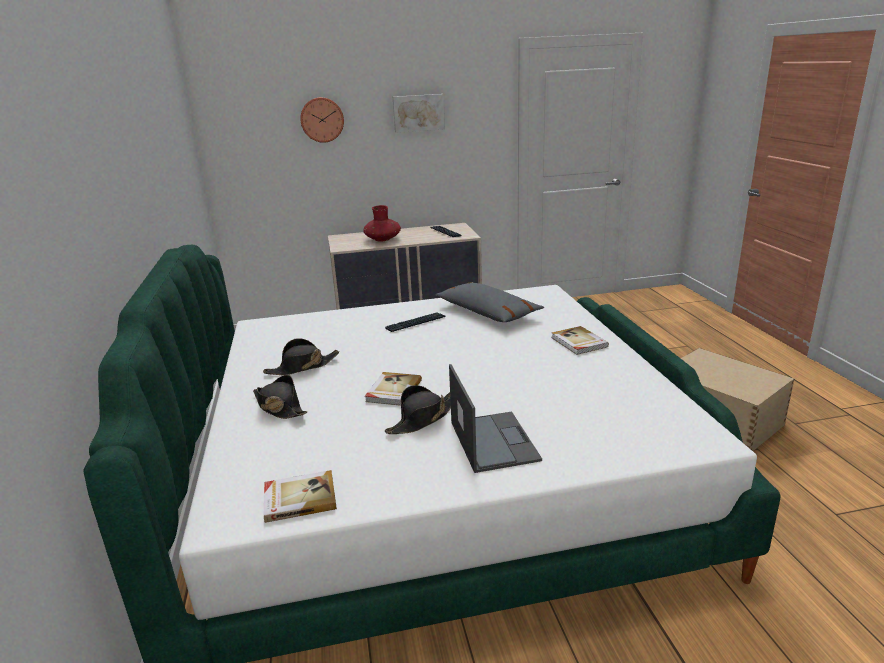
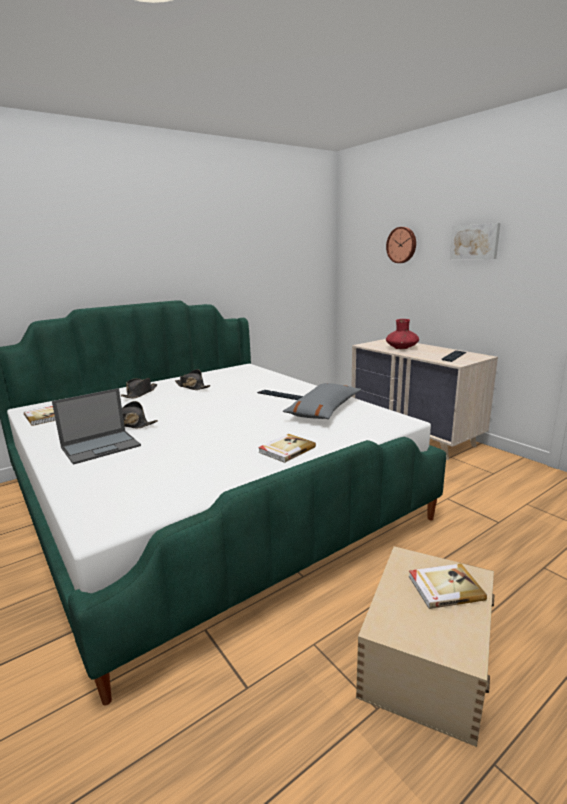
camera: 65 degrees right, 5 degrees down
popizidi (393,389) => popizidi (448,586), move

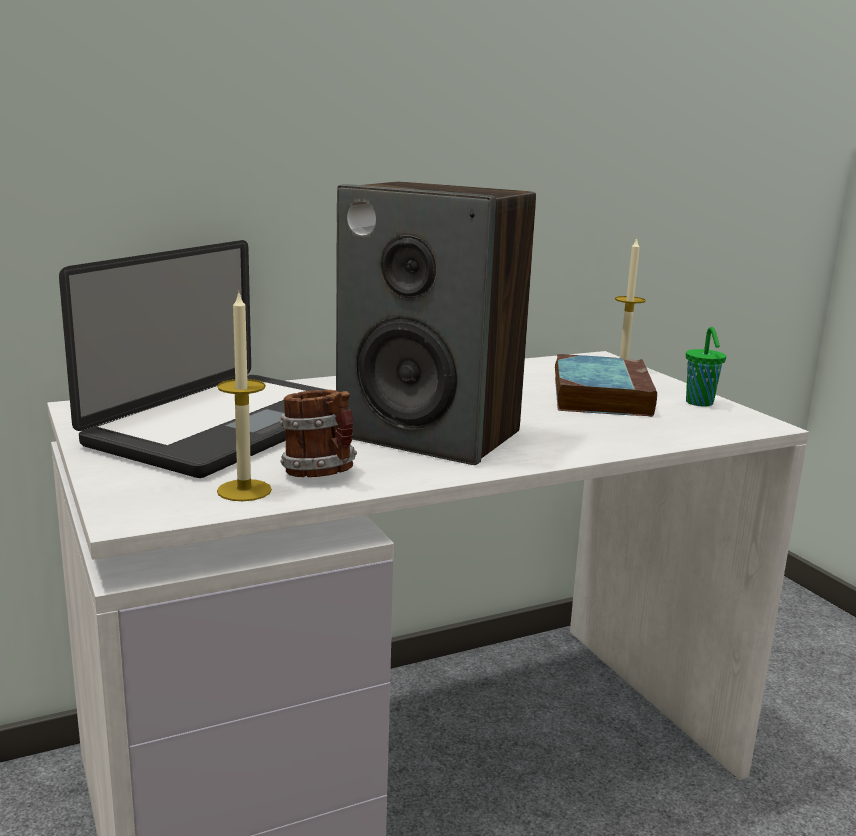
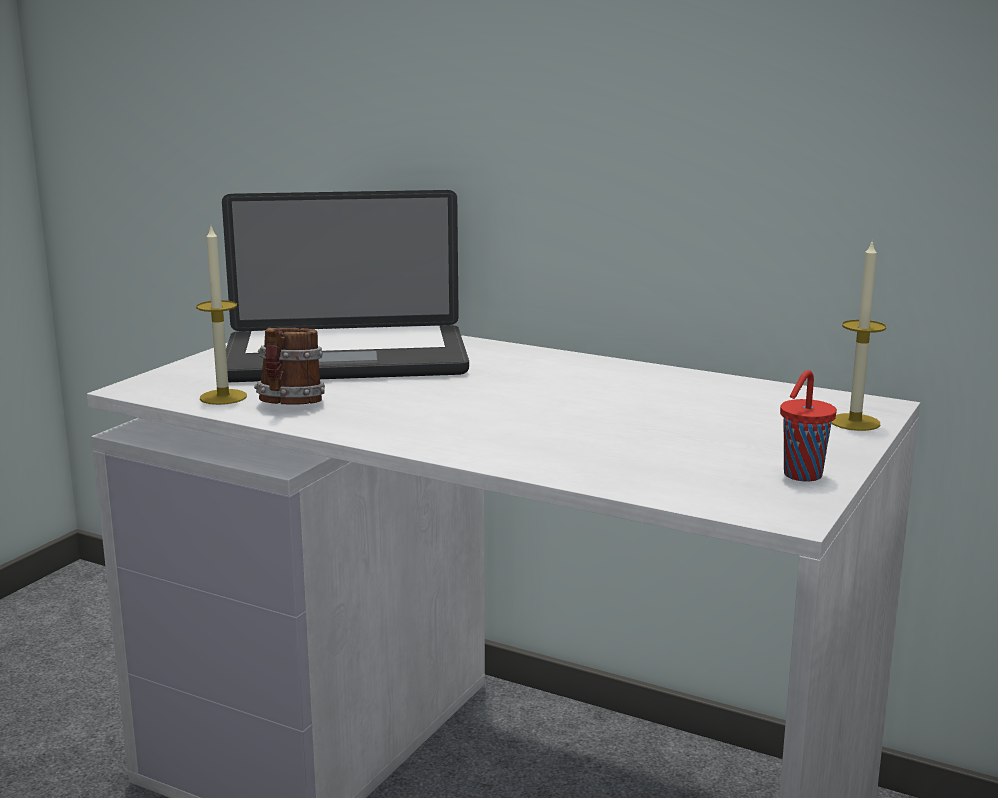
camera: 55 degrees right, 0 degrees up
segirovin (436,323) => nothing
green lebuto (706,367) => red lebuto (808,425)
popizidi (606,385) => nothing

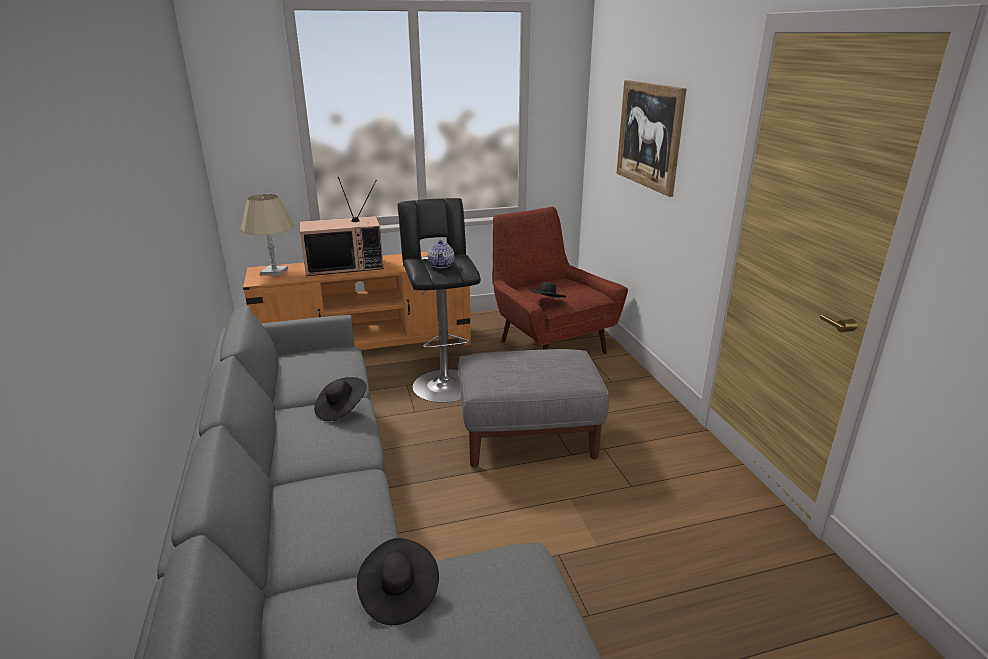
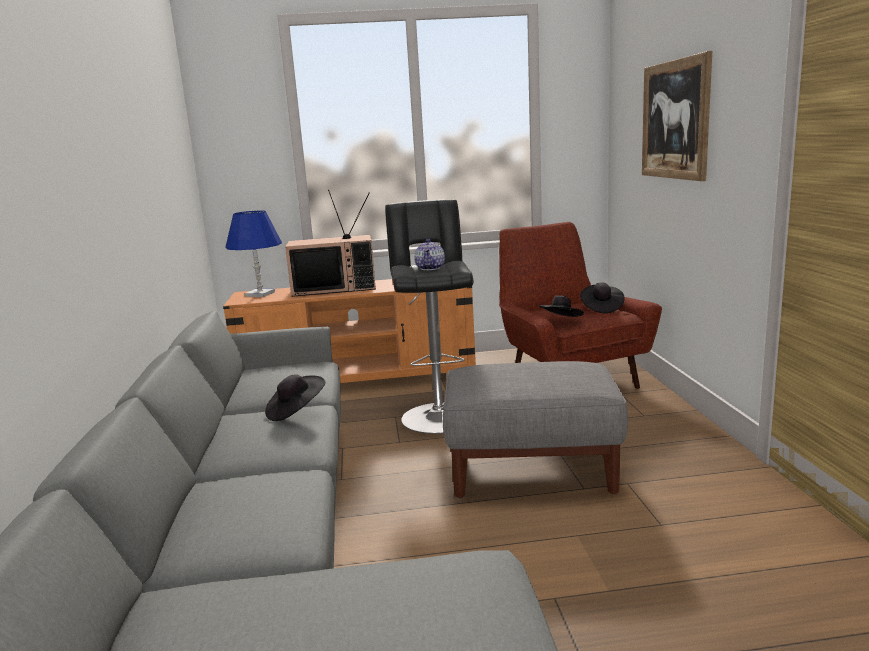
camera: 10 degrees right, 10 degrees down
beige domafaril (267,235) => blue domafaril (254,253)
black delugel (398,581) => black delugel (602,297), move

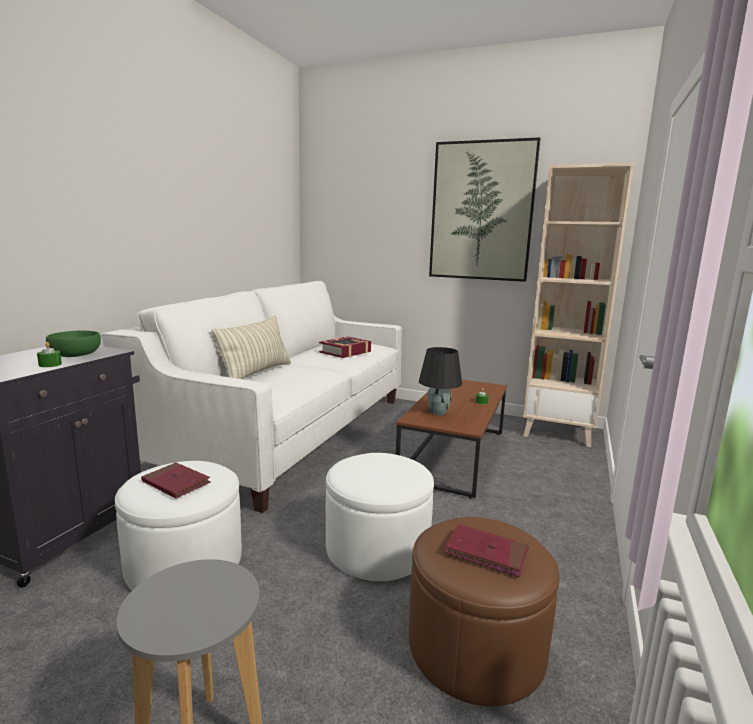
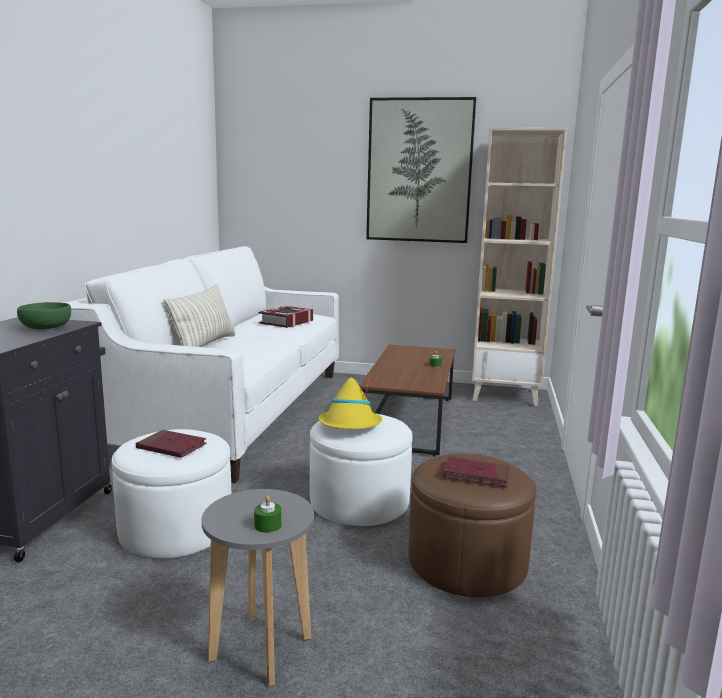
camera: 10 degrees left, 0 degrees up
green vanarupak (49,354) => green vanarupak (268,514), move
black domafaril (440,381) => nothing
nothing => yellow delugel (350,401)

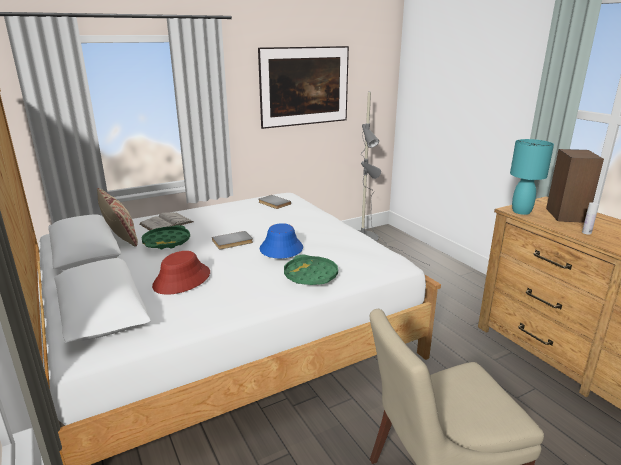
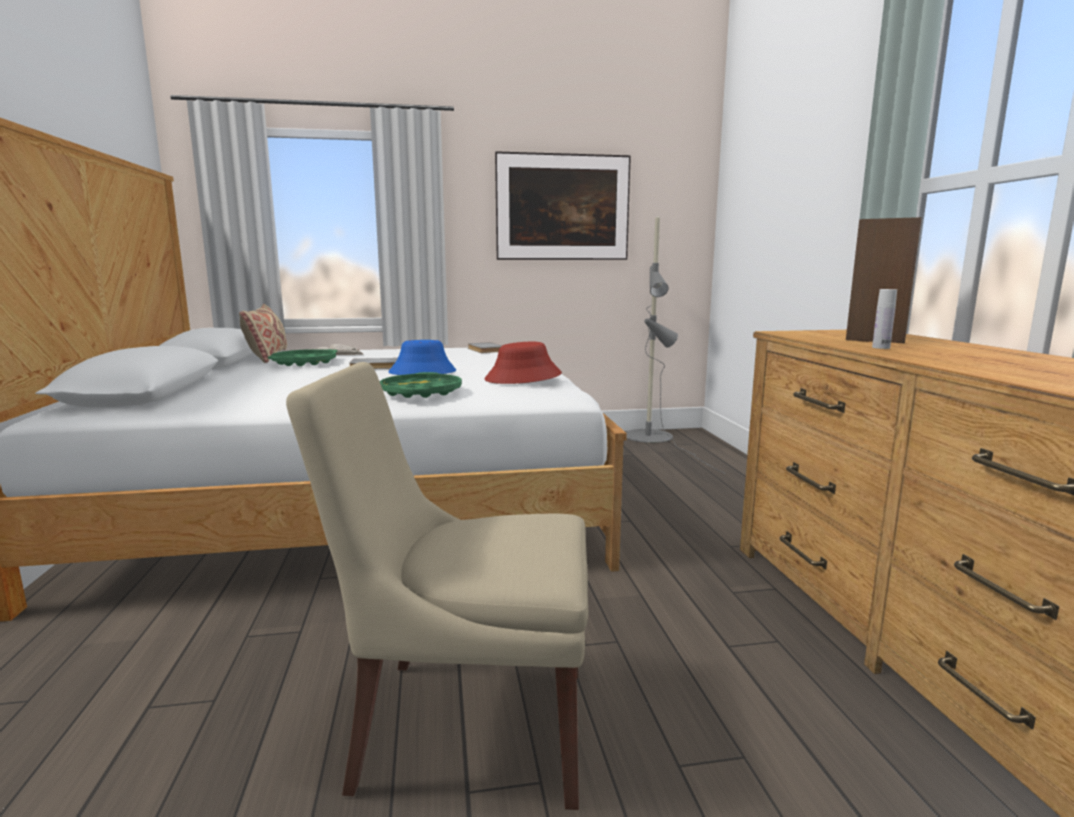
camera: 20 degrees right, 10 degrees down
turquoise domafaril (532,177) => nothing
red delugel (181,273) => red delugel (523,363), move

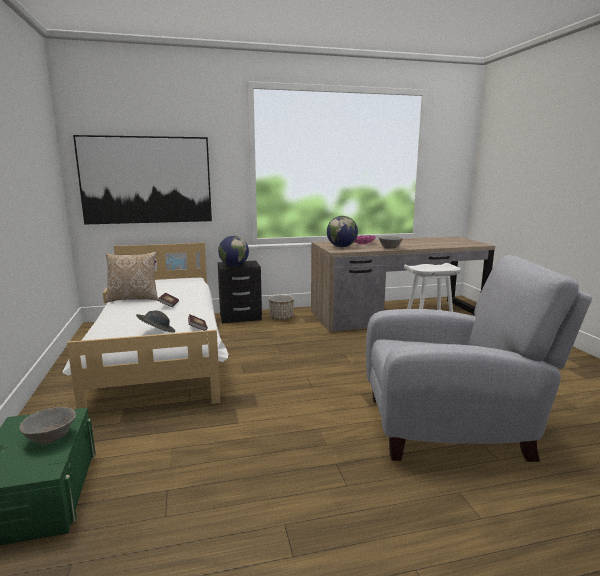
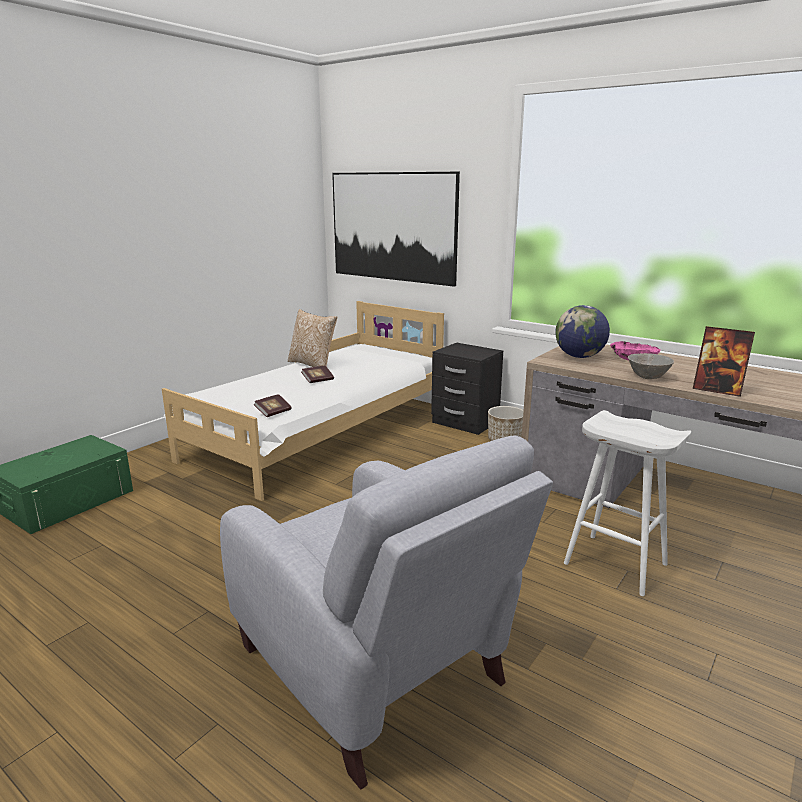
camera: 50 degrees right, 5 degrees up
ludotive (233,251) => nothing
grey delugel (155,321) => nothing
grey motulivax (47,426) => nothing
nothing => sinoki (724,361)

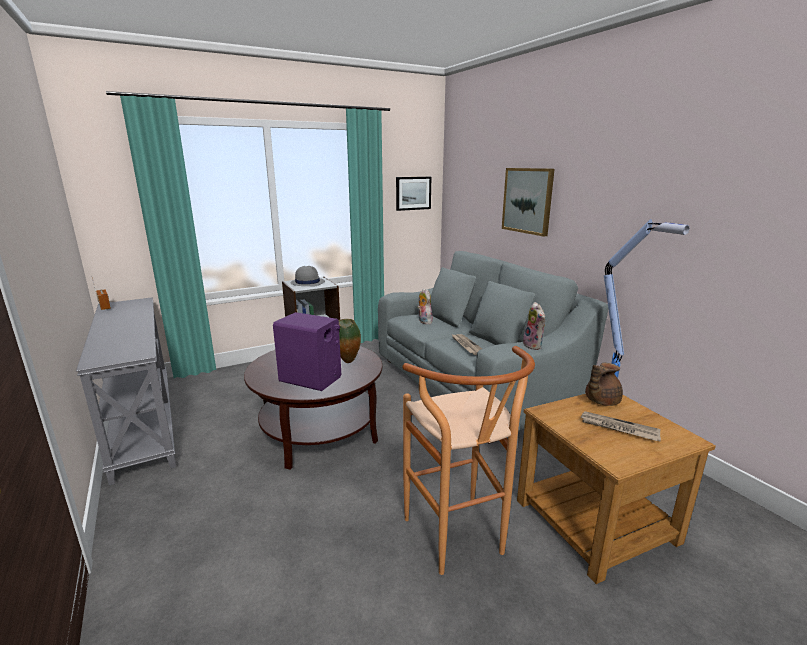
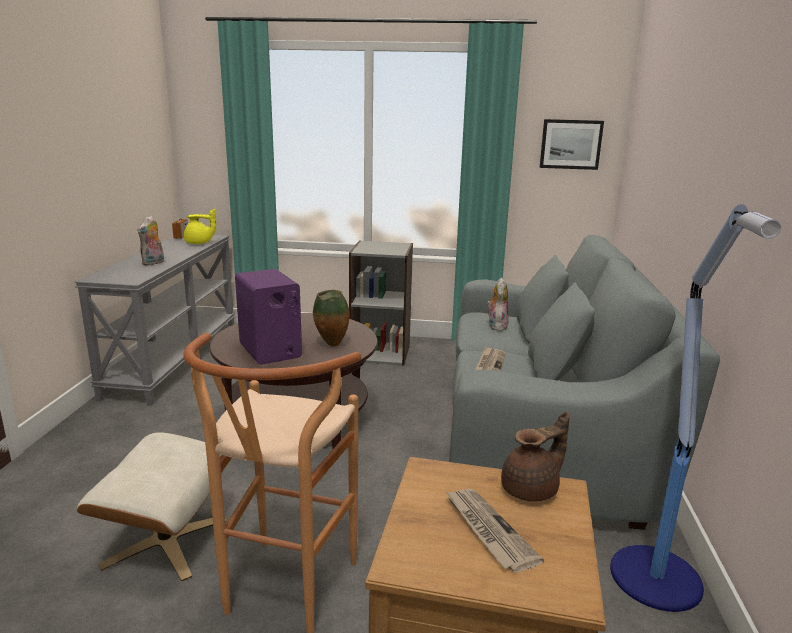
camera: 35 degrees right, 0 degrees up
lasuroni (528,202) => nothing
grey delugel (307,276) => nothing
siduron (534,326) => siduron (150,241), move
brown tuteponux (604,384) => brown tuteponux (535,456), 150 degrees clockwise
nothing => yellow tuteponux (200,226)
nothing => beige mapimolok (151,507)

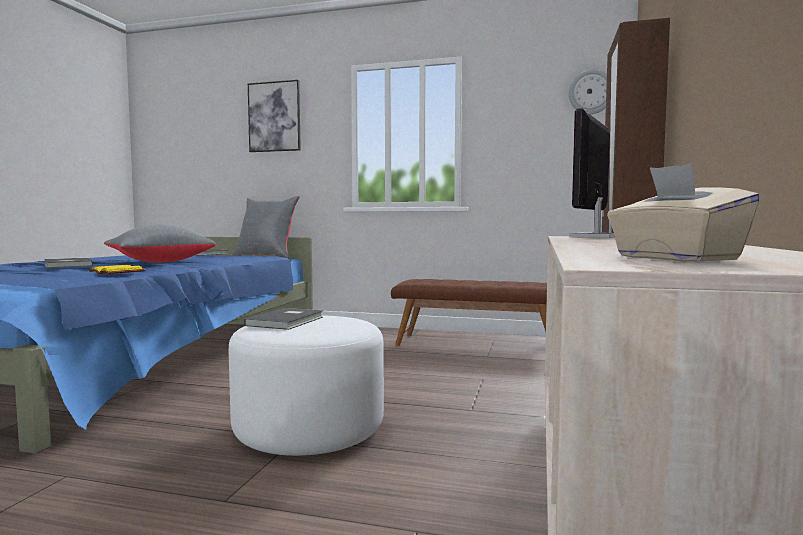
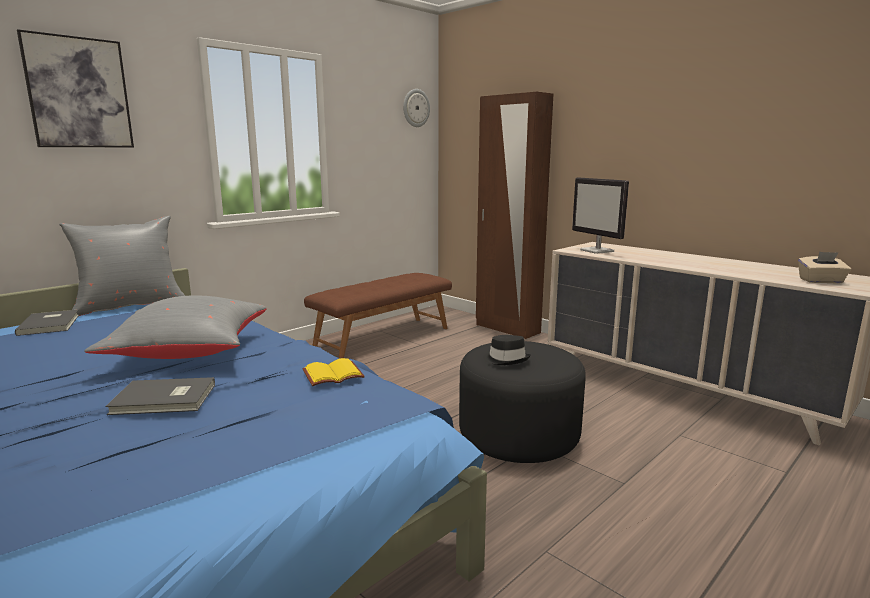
camera: 60 degrees left, 10 degrees up
grey popizidi (283,319) => black delugel (507,350)
white mapimolok (306,385) => black mapimolok (522,402)

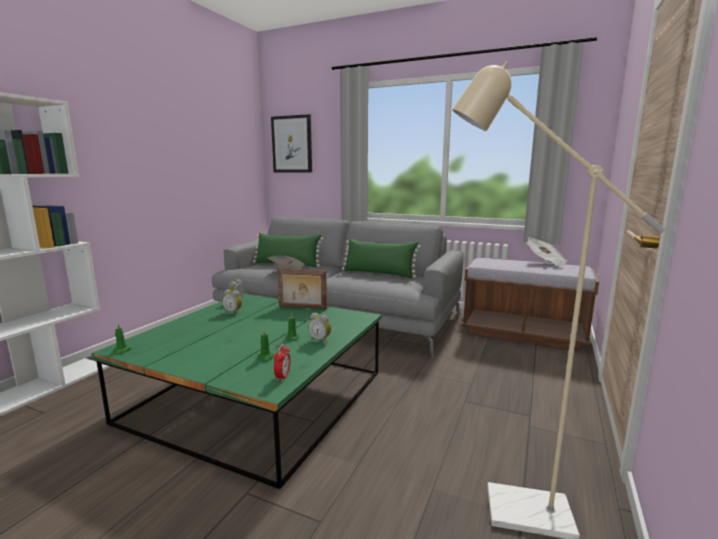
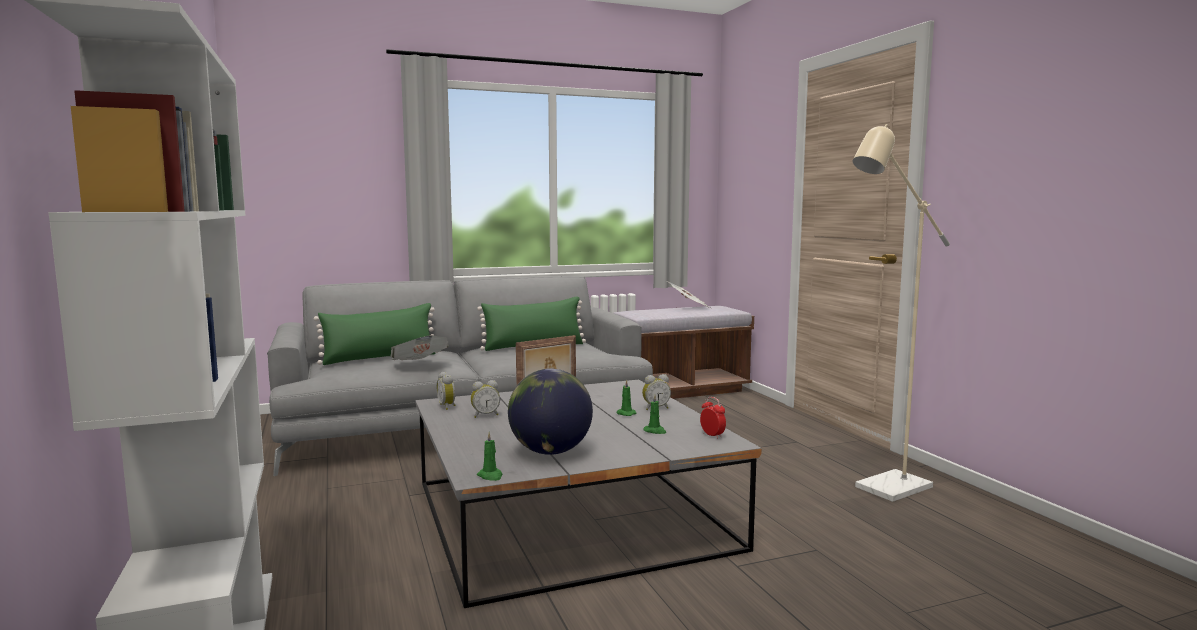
camera: 45 degrees left, 5 degrees down
lasuroni (291,143) => nothing
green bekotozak (237,391) => grey bekotozak (588,494)
nothing => ludotive (550,412)

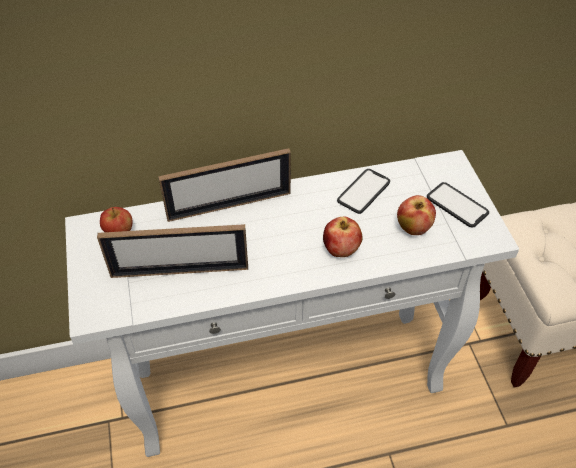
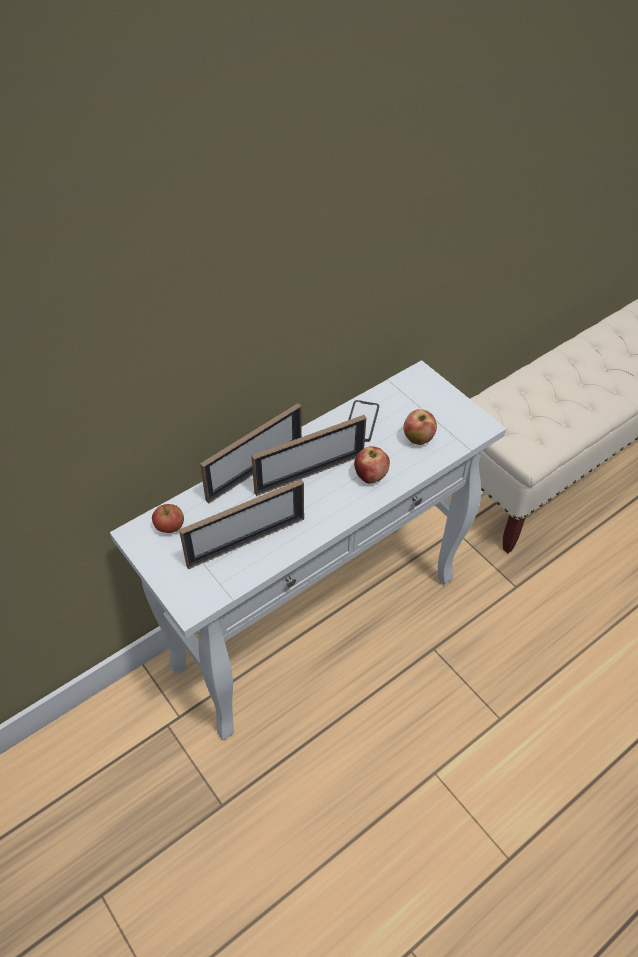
camera: 25 degrees left, 0 degrees up
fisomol (458,204) => nothing
nothing => sinoki (308,455)

